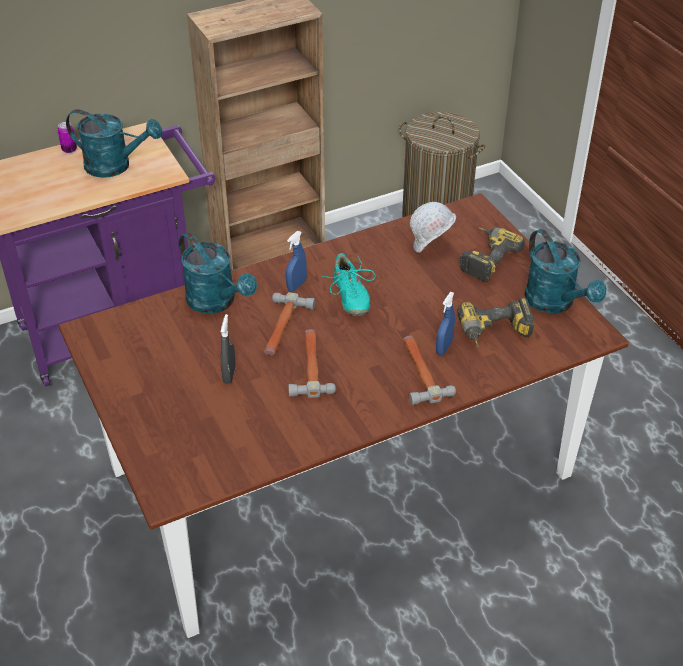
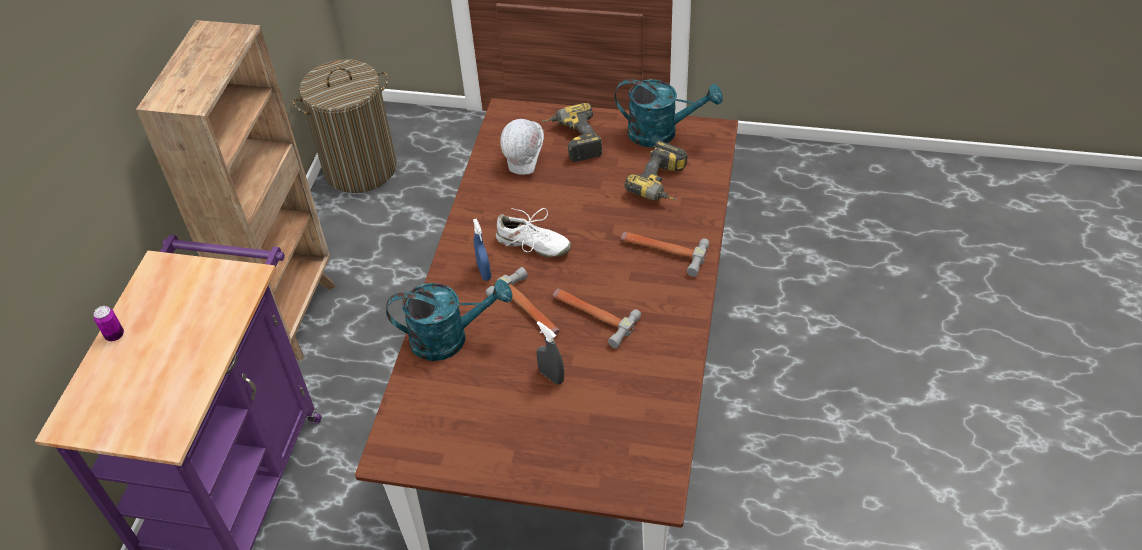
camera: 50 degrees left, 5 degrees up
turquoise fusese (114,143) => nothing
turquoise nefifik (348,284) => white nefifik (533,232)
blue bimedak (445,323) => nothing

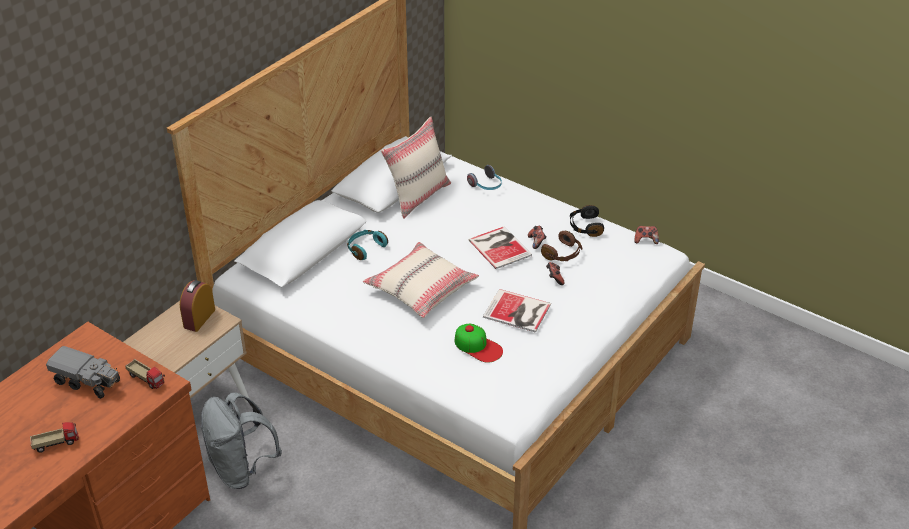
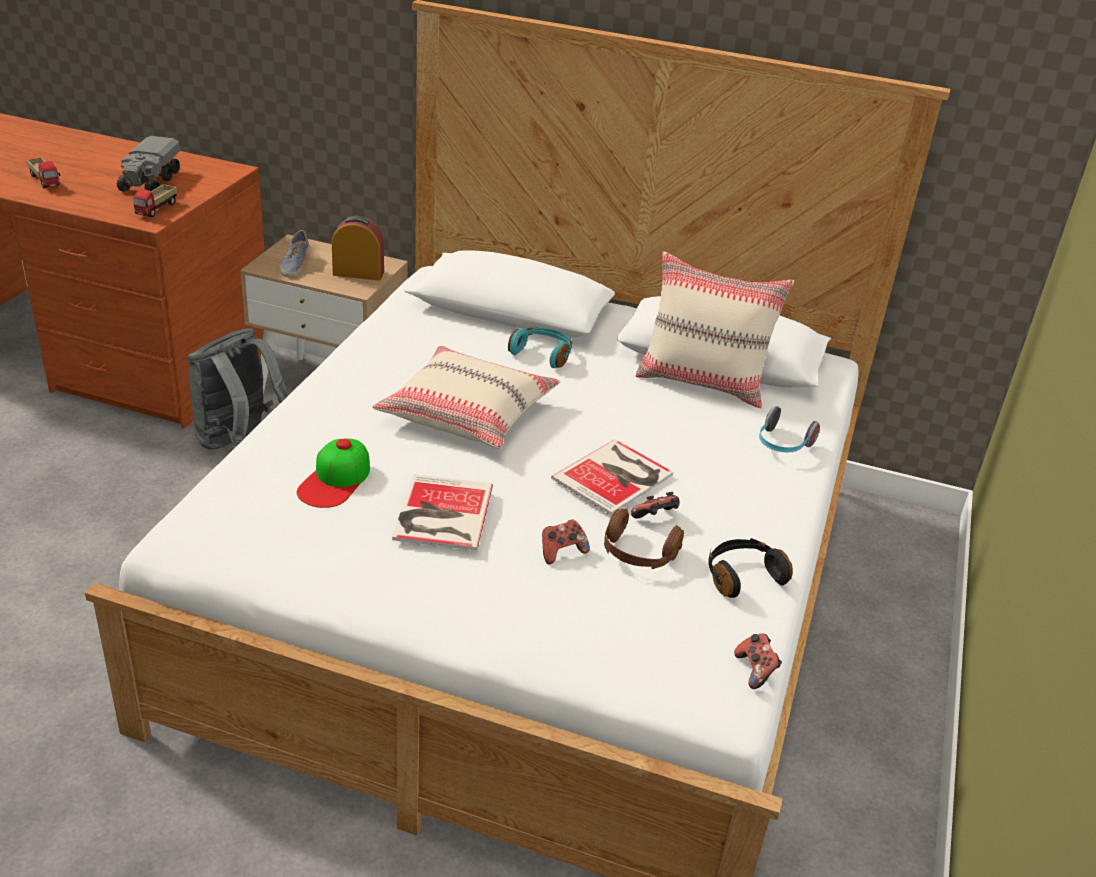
camera: 70 degrees right, 5 degrees down
nothing => nefifik (294,253)

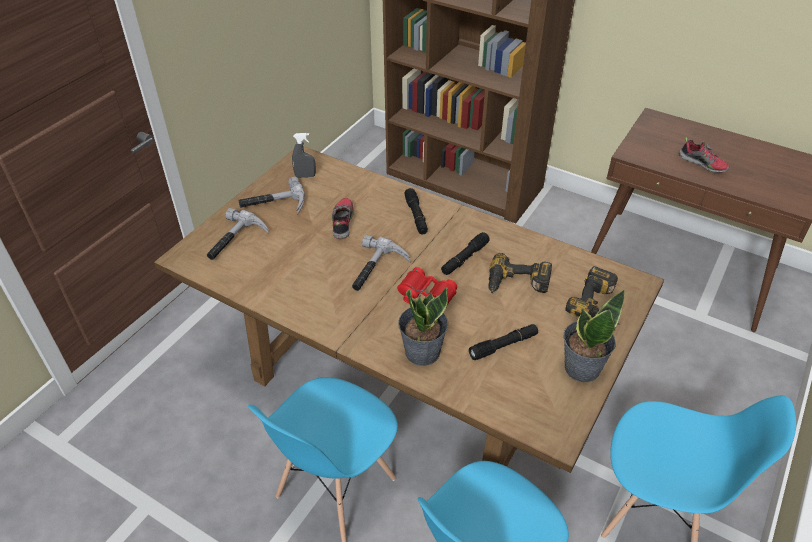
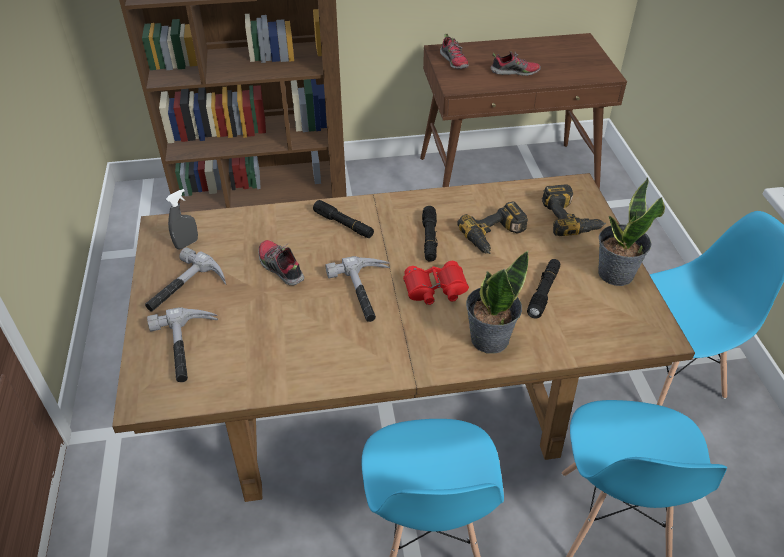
camera: 40 degrees left, 0 degrees up
nothing => nefifik (454,51)

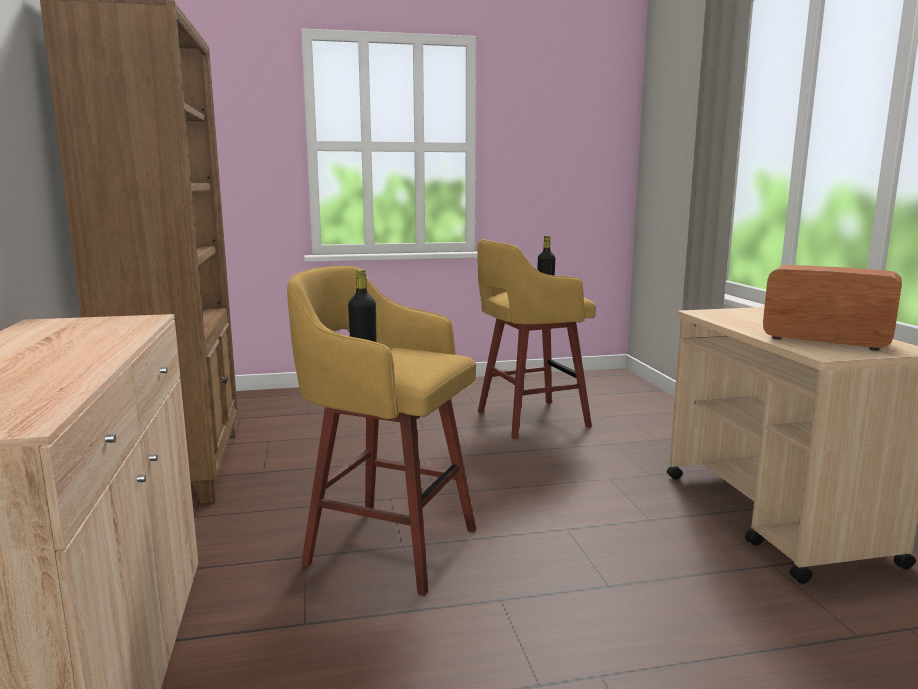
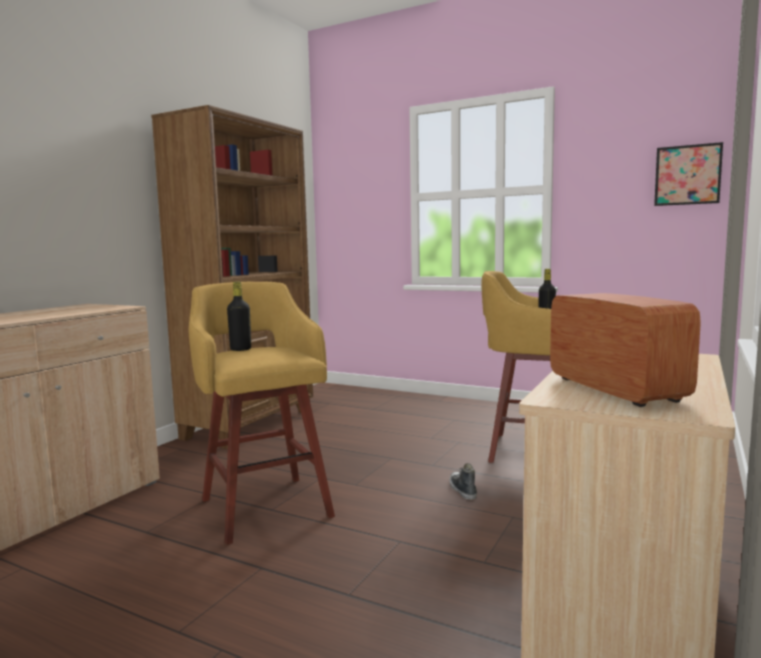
camera: 40 degrees right, 5 degrees down
nothing => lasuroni (688,174)
nothing => nefifik (463,481)

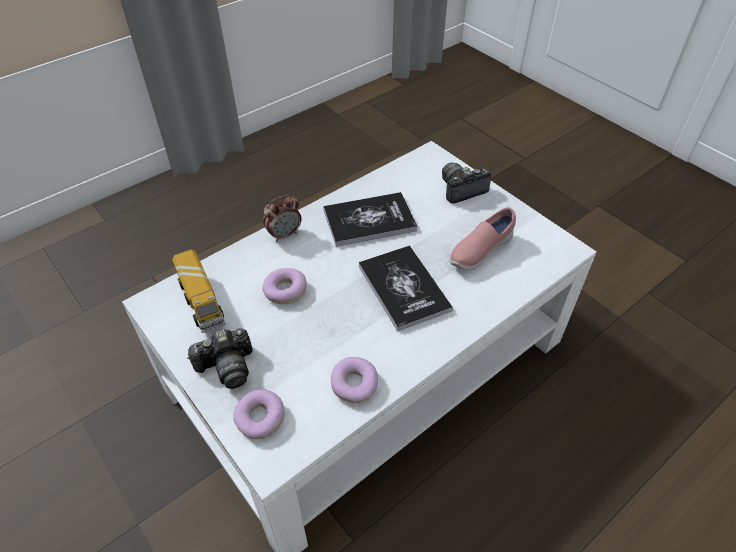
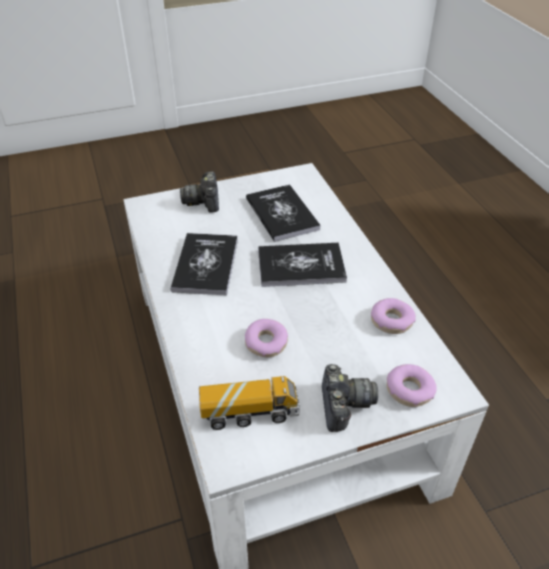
camera: 70 degrees left, 5 degrees down
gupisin (282,218) => nothing
pink nefifik (483,238) => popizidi (283,213)

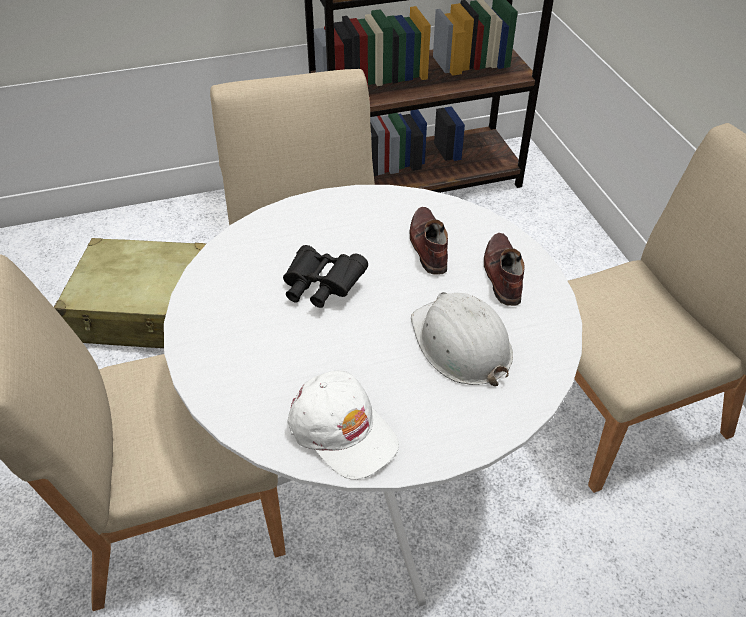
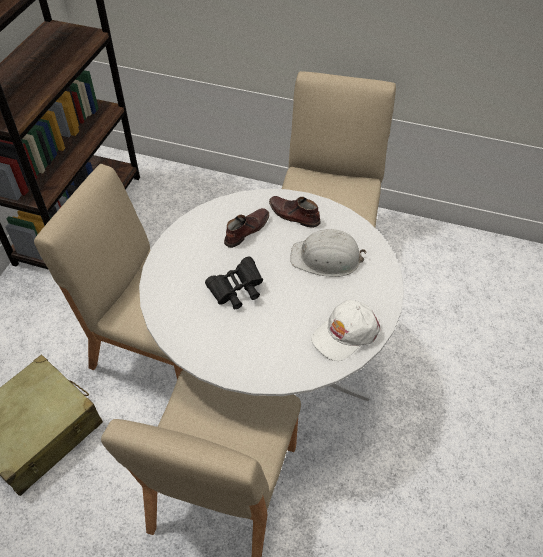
camera: 55 degrees left, 5 degrees up
brown nefifik (429,241) => brown nefifik (246,228), 105 degrees clockwise
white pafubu (343,425) => white pafubu (345,330), 150 degrees clockwise

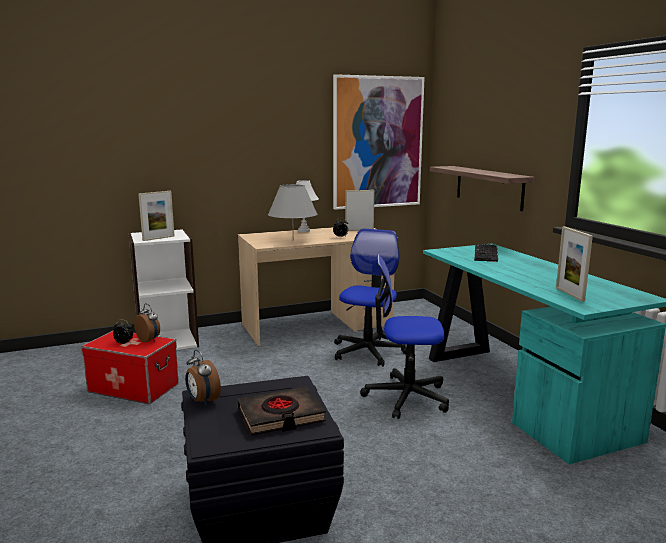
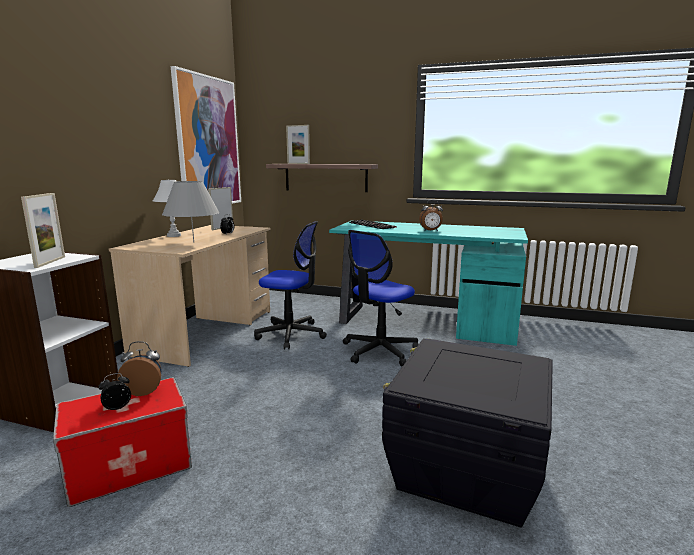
camera: 50 degrees left, 0 degrees up
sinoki (574,264) => sinoki (298,144), move
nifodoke (370,298) => nifodoke (290,285), 135 degrees clockwise
gupisin (203,378) => gupisin (431,215), move
black popizidi (281,411) => nothing

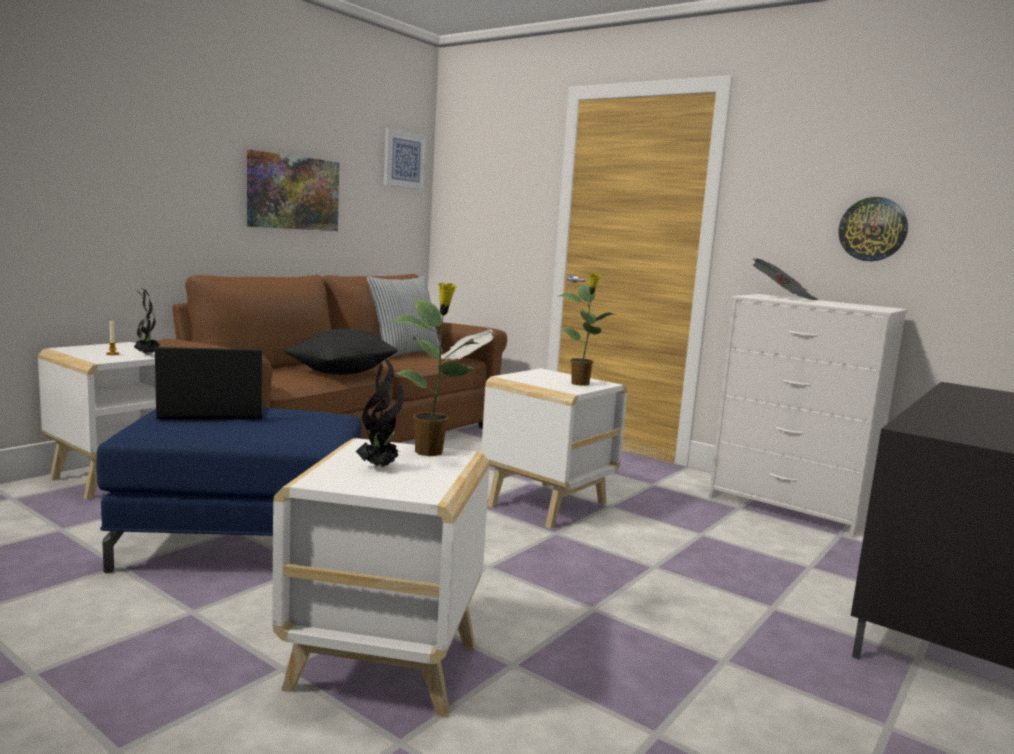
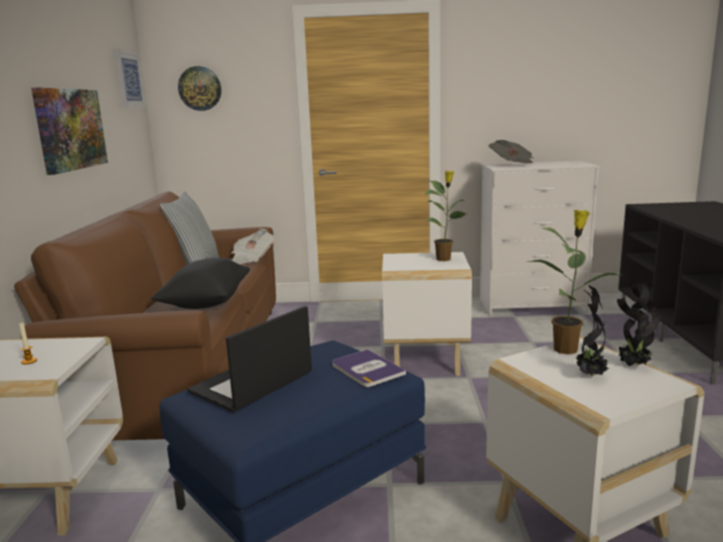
camera: 35 degrees left, 5 degrees up
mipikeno (873,229) => mipikeno (199,88), move
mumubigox (147,322) => mumubigox (638,323), move
nothing => popizidi (369,368)

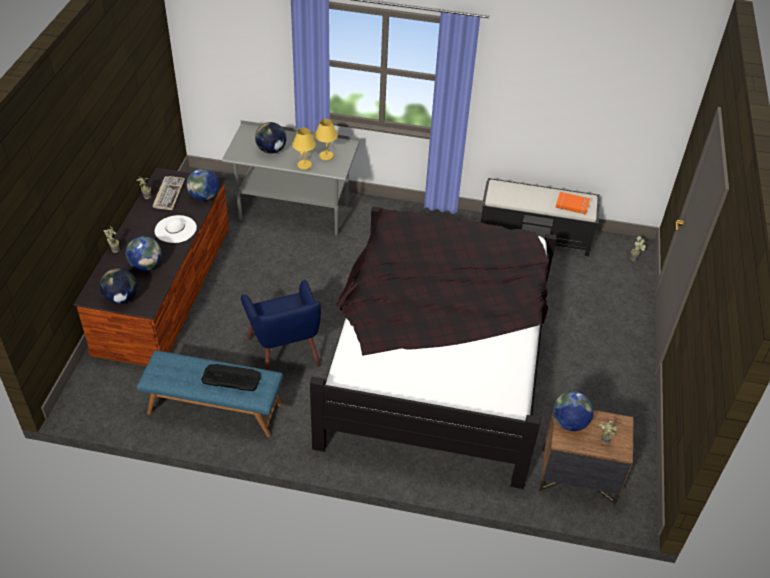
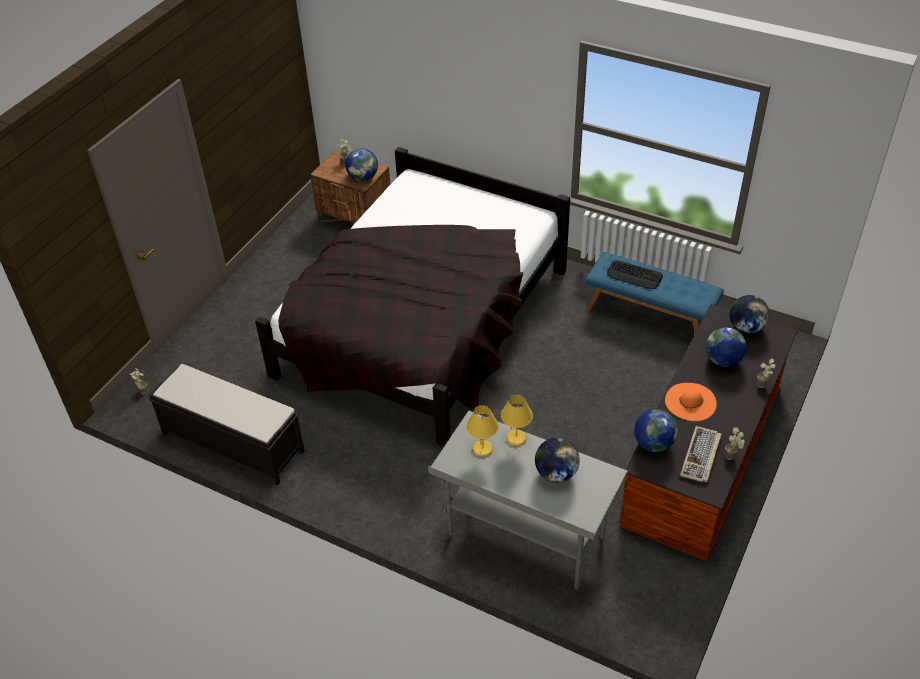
camera: 160 degrees left, 0 degrees up
orange popizidi (573,203) => nothing
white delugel (176,229) => orange delugel (691,402)
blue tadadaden (281,325) => nothing

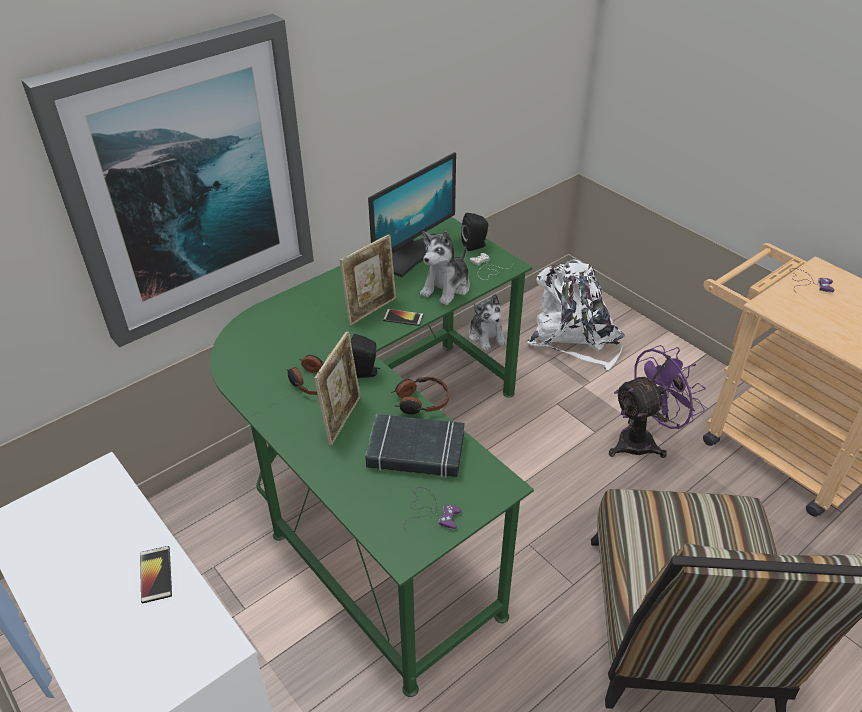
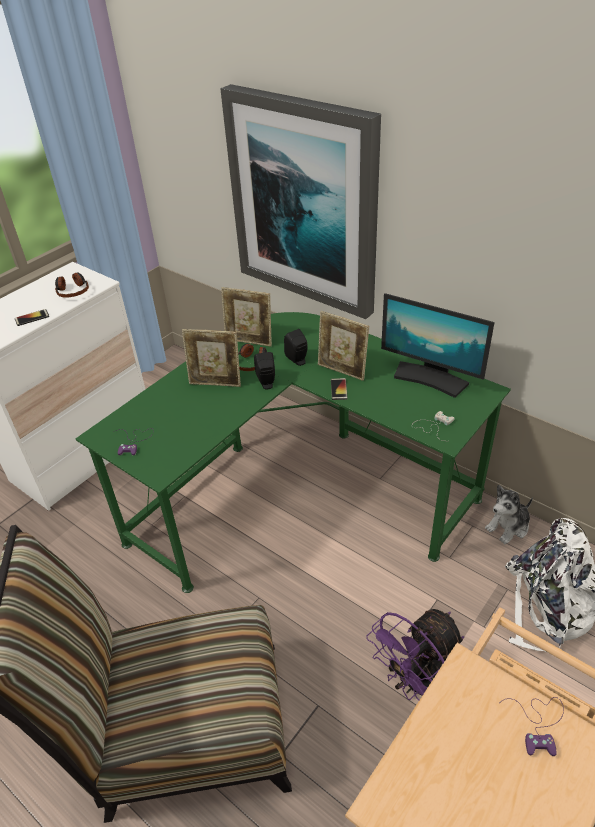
camera: 80 degrees right, 0 degrees up
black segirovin (474,232) => black segirovin (296,347), move
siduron (445,268) => nothing
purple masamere (657,401) => purple masamere (415,655), 90 degrees clockwise
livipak (420,396) => livipak (72,285), move
black popizidi (415,446) => nothing
nothing => sinoki (246,316)

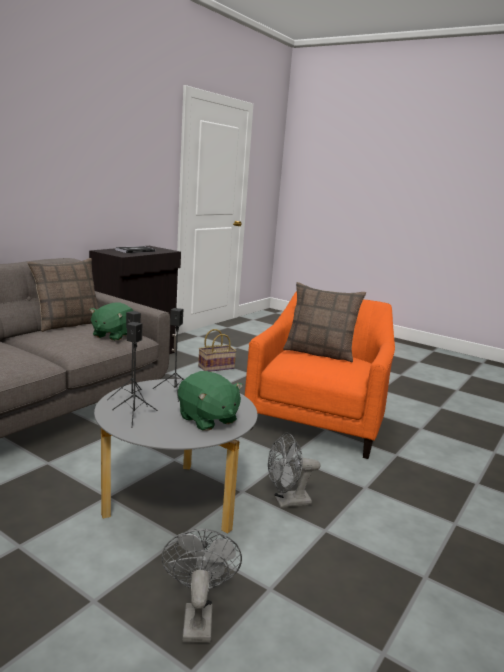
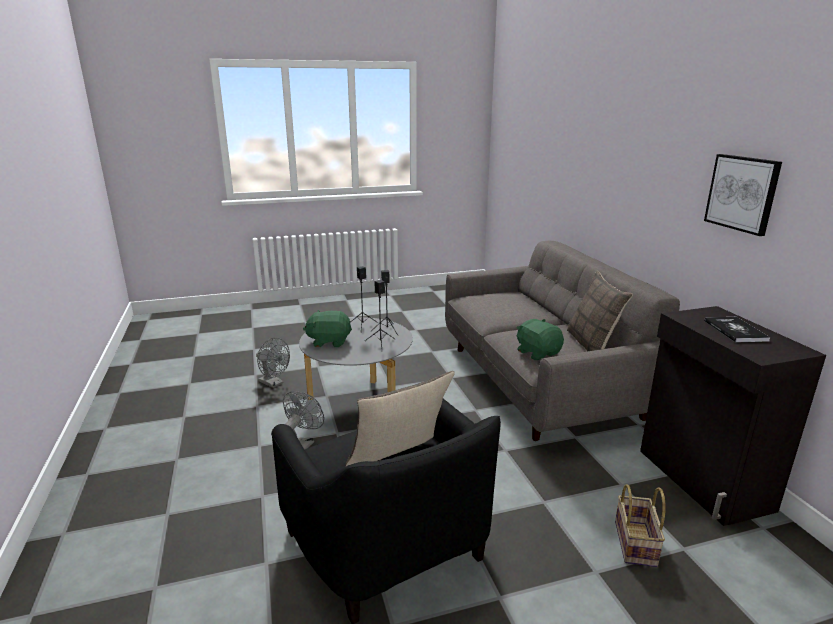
camera: 130 degrees right, 5 degrees up
orange tadadaden (320,375) => black tadadaden (386,511)
nothing => lasuroni (743,195)

